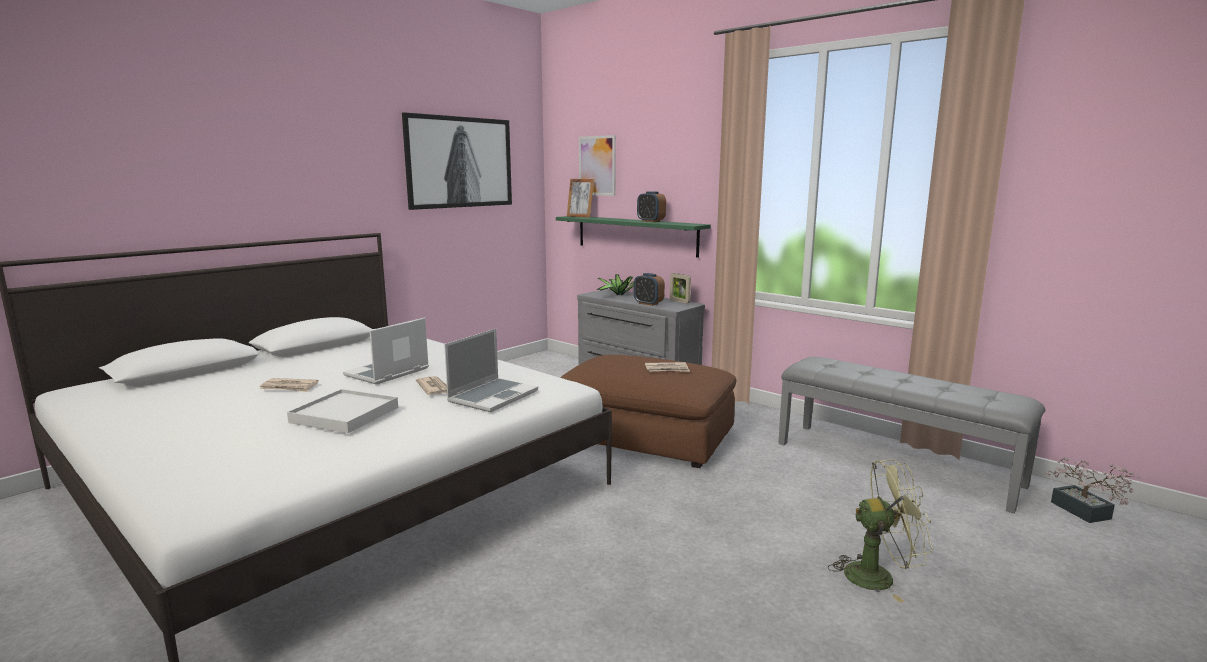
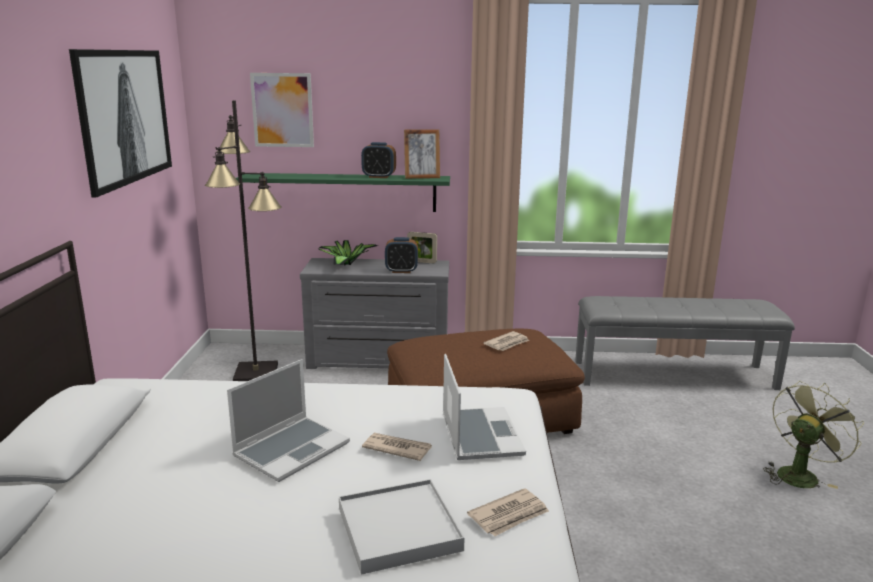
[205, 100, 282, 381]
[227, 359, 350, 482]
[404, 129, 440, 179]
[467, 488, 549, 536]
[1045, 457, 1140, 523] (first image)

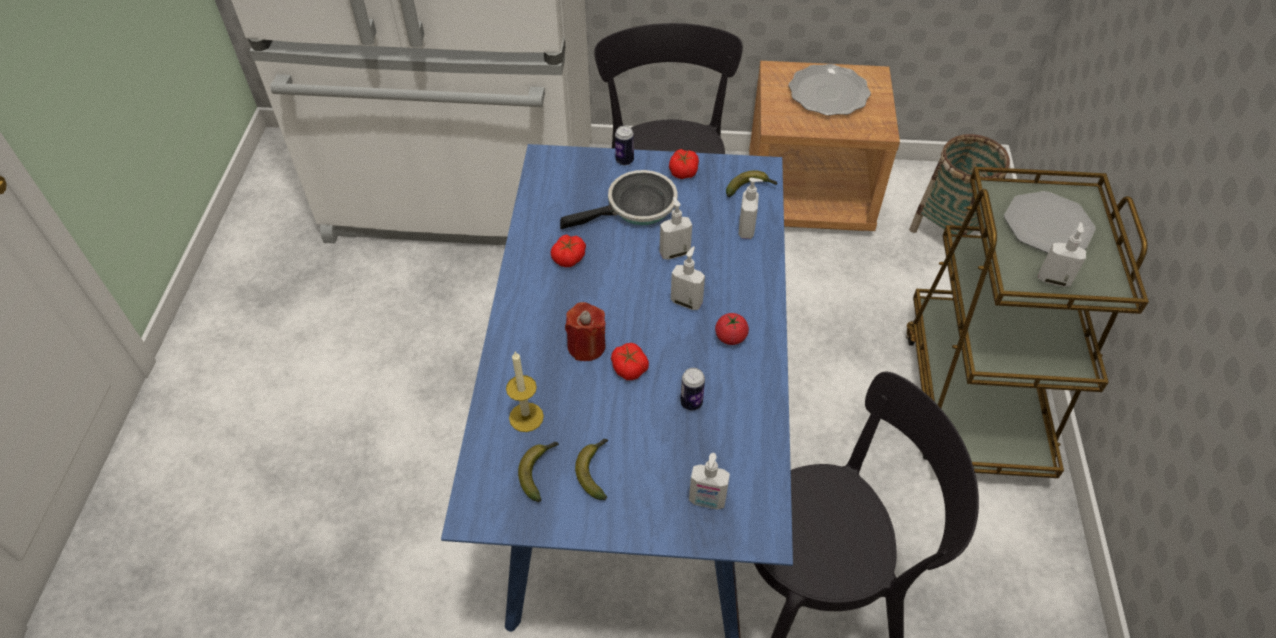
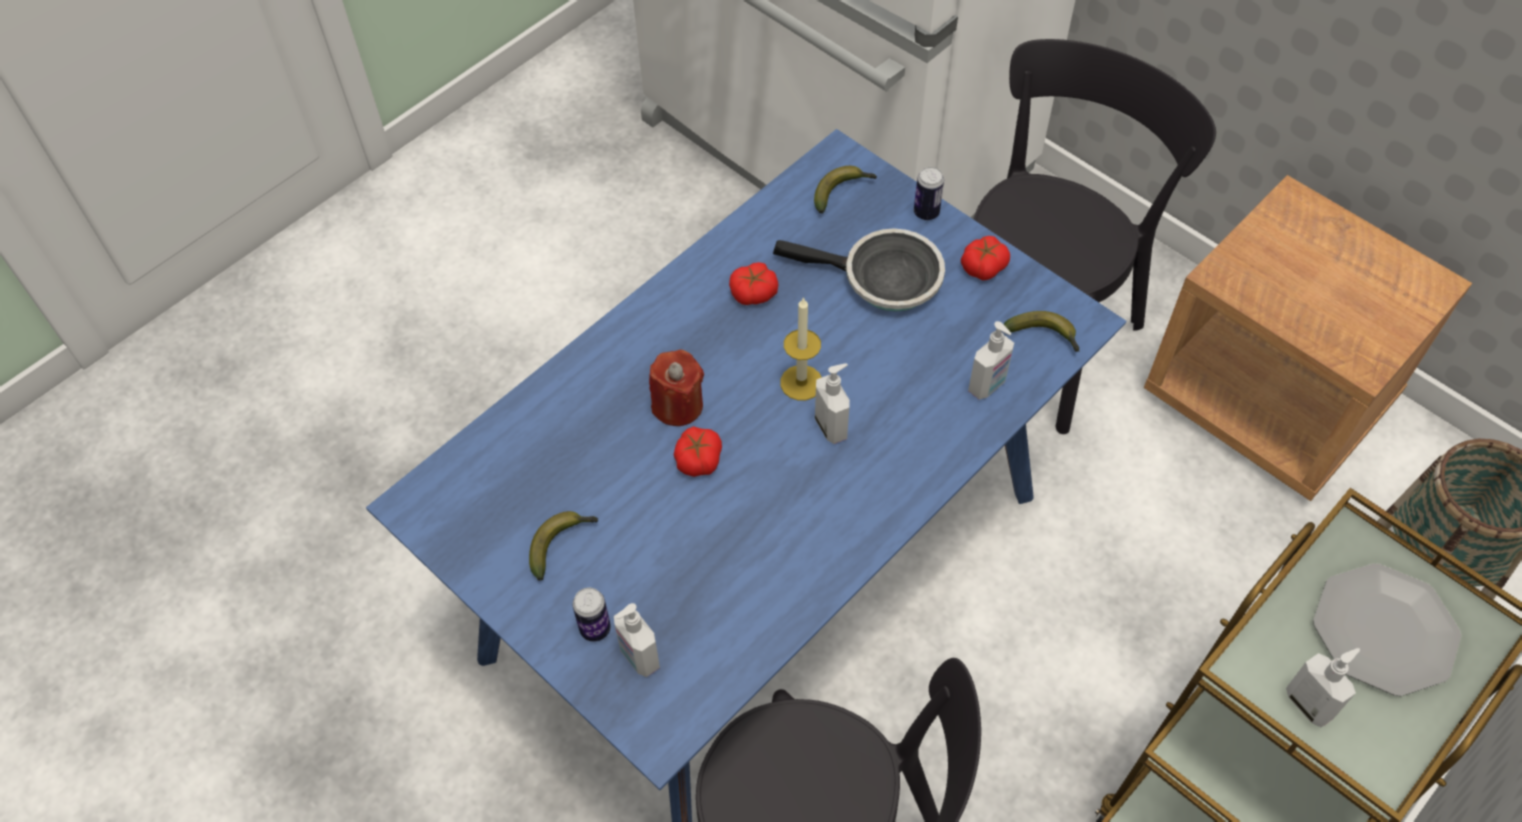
[573, 588, 611, 642]
[780, 297, 822, 400]
[814, 166, 877, 214]
[660, 197, 692, 260] (first image)
[715, 313, 749, 345] (first image)
[789, 64, 871, 116] (first image)

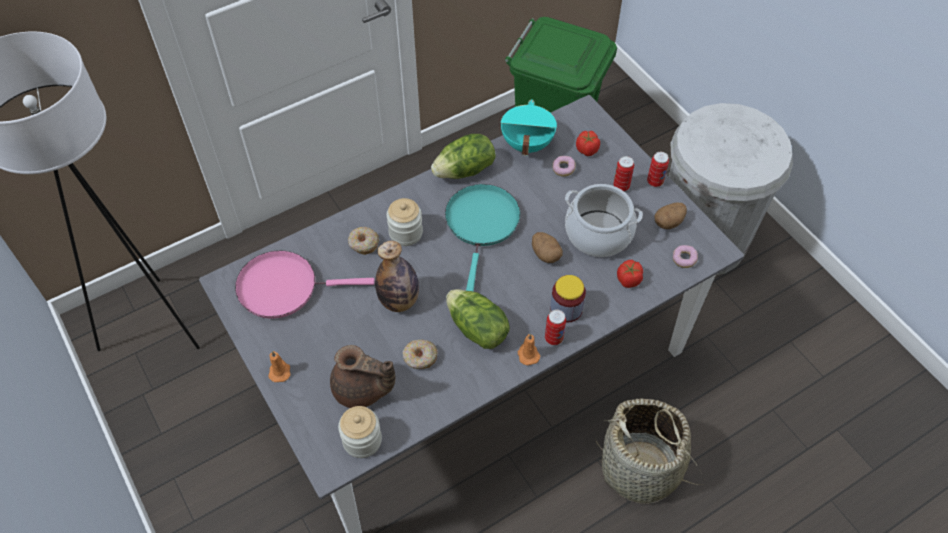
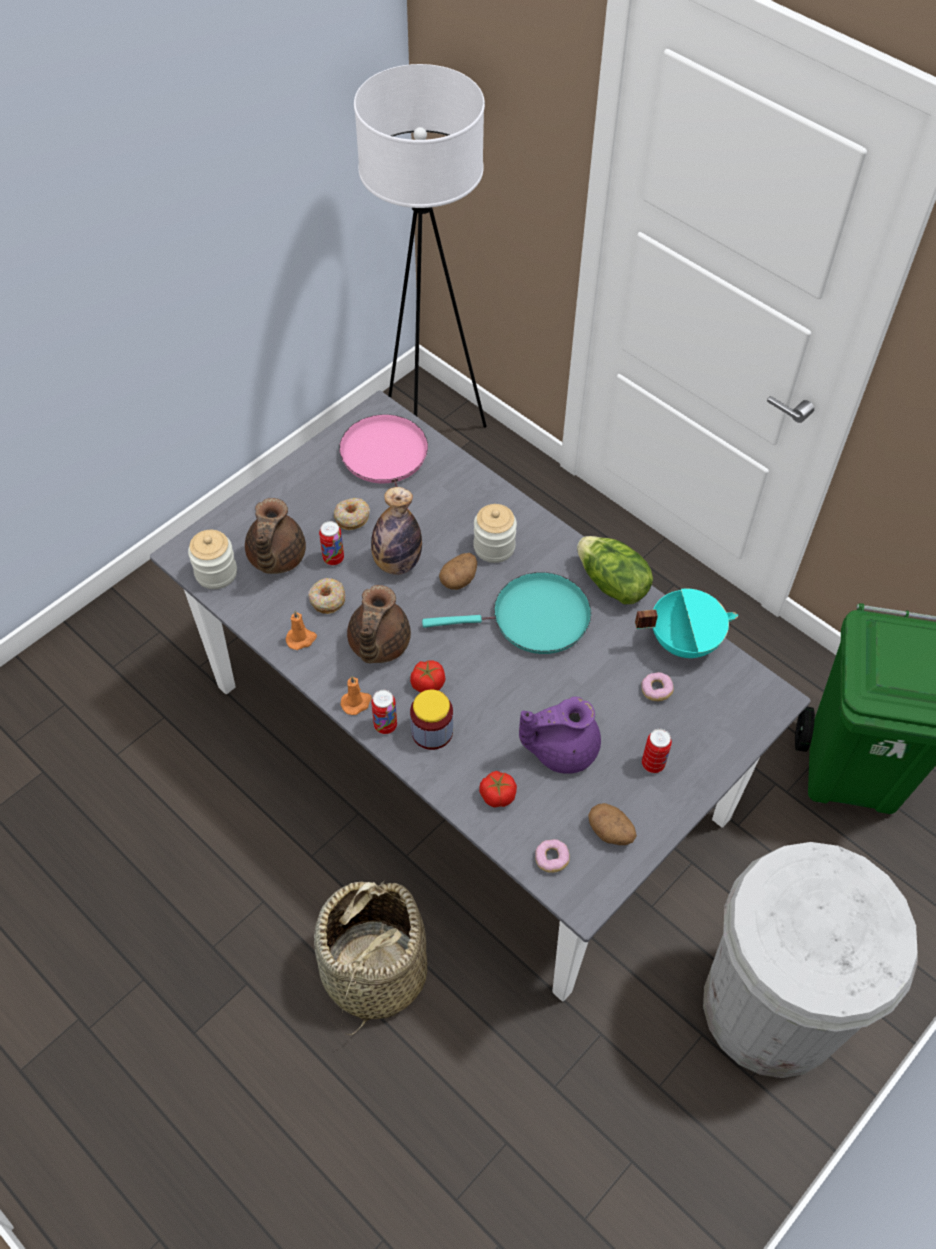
[286, 610, 317, 650]
[319, 521, 344, 566]
[334, 498, 370, 530]
[347, 585, 411, 663]
[410, 660, 446, 693]
[439, 553, 477, 590]
[519, 697, 601, 774]

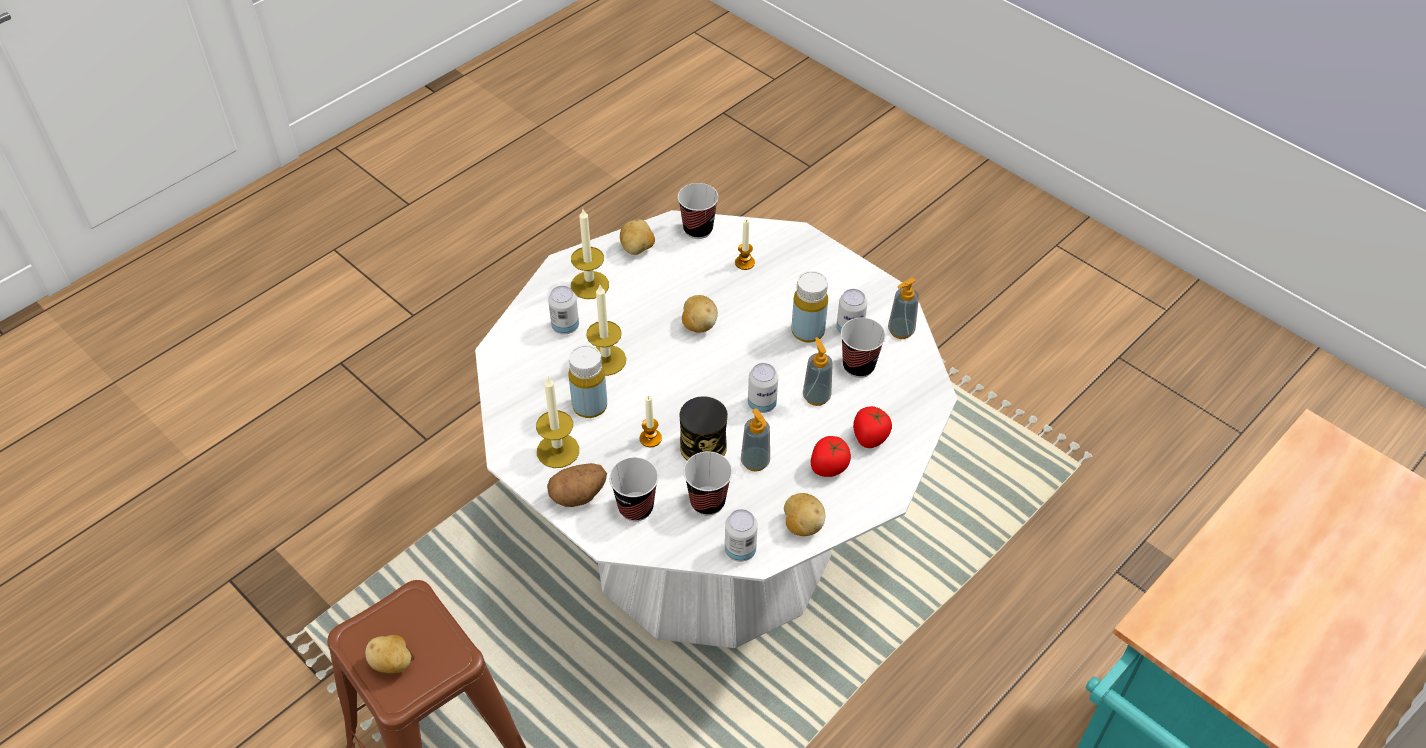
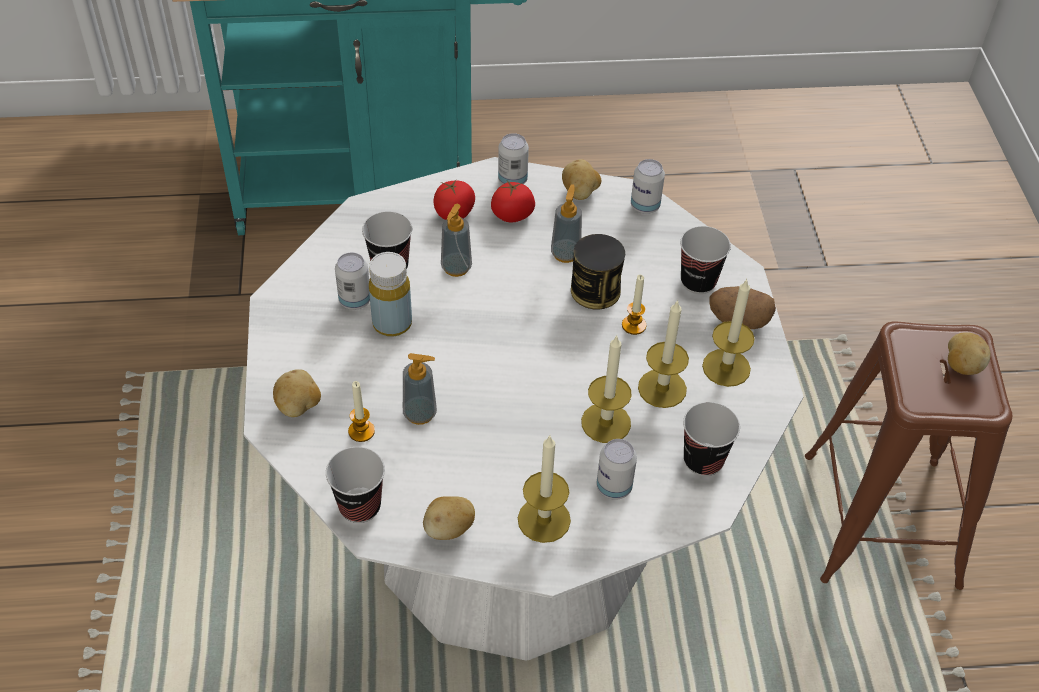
[273, 369, 321, 417]
[403, 353, 437, 425]
[498, 133, 529, 184]
[638, 300, 689, 408]
[683, 402, 740, 476]

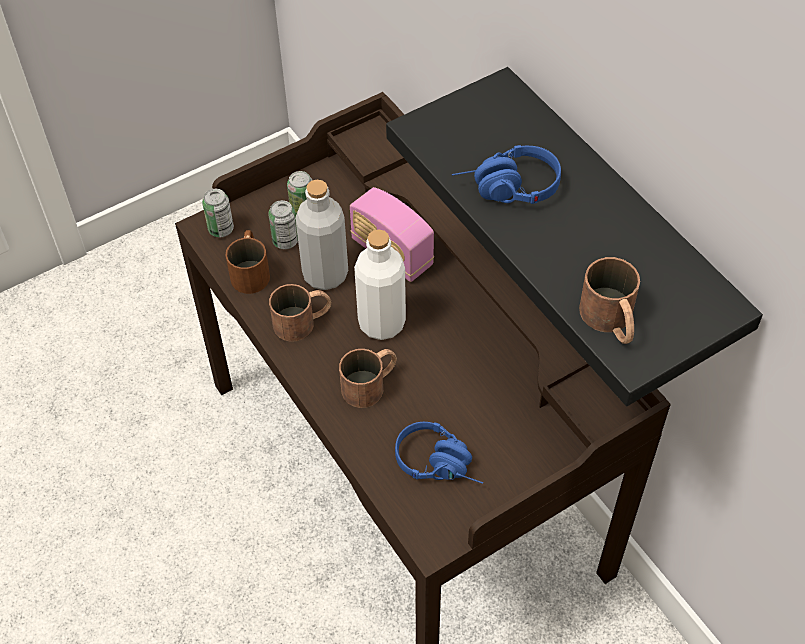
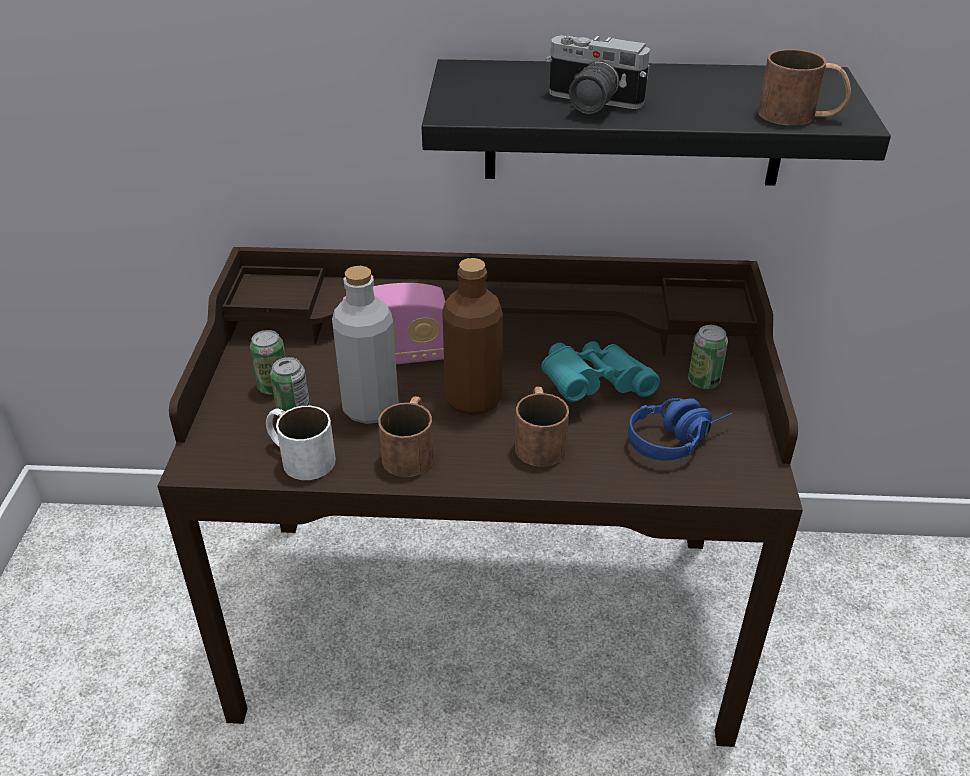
[266, 406, 336, 480]
[442, 258, 503, 415]
[541, 341, 660, 402]
[546, 36, 650, 114]
[688, 325, 728, 389]

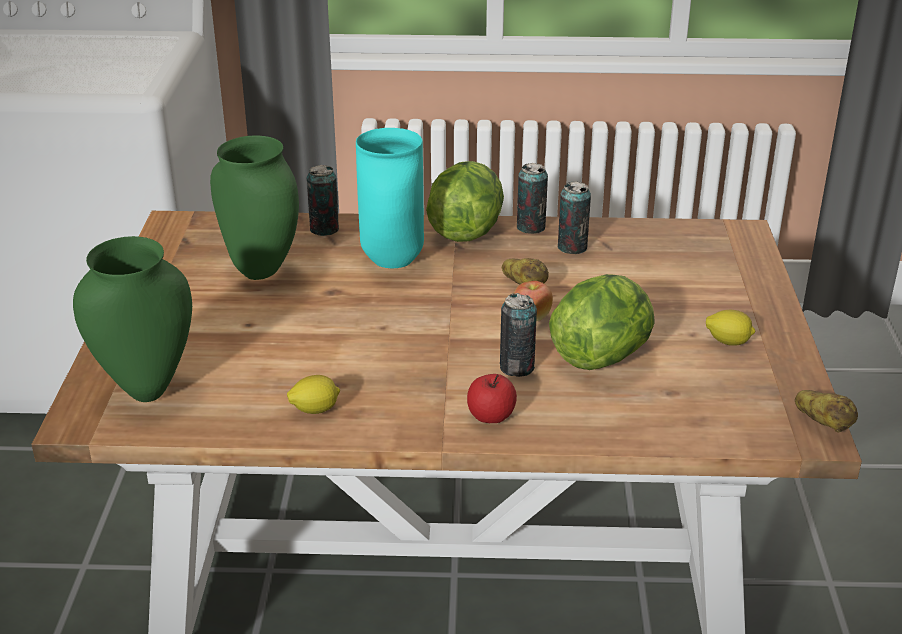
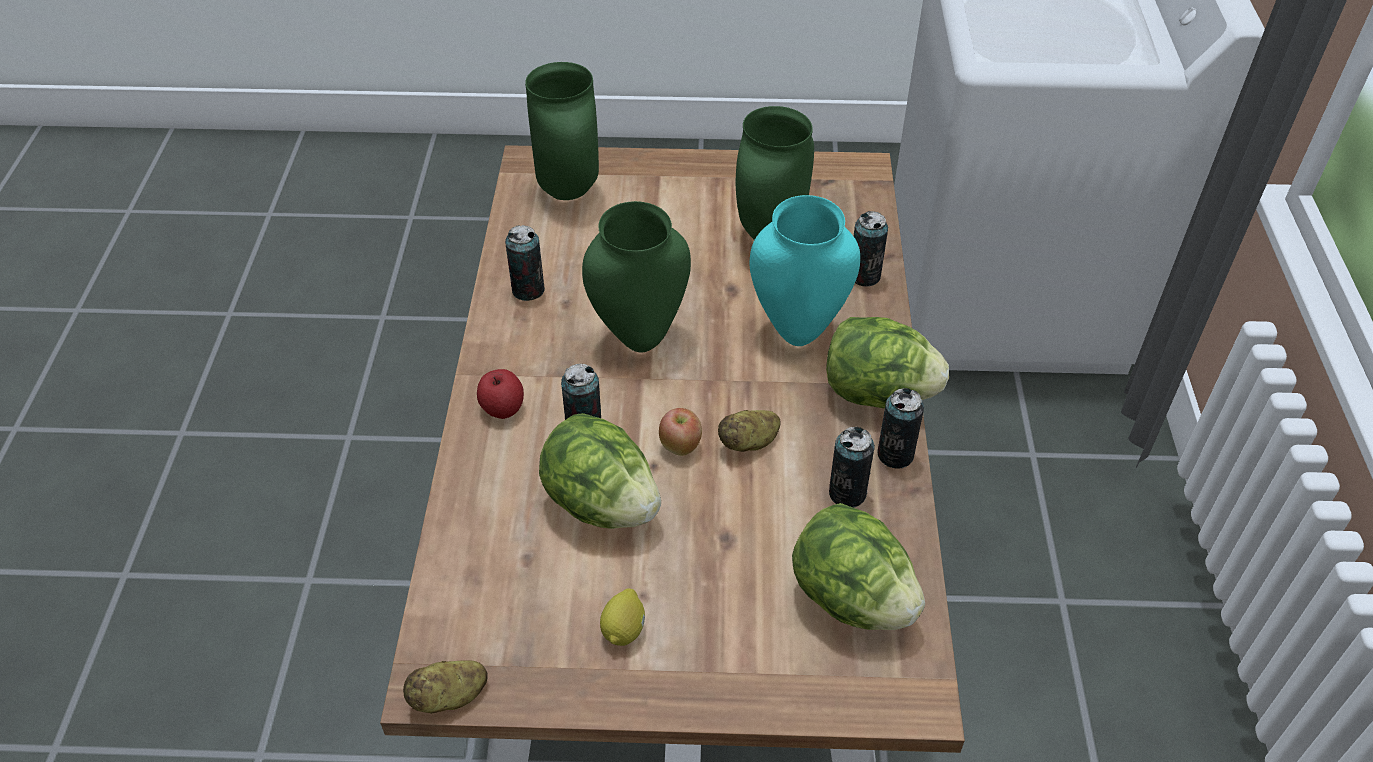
[505, 225, 545, 301]
[582, 201, 691, 353]
[792, 503, 925, 630]

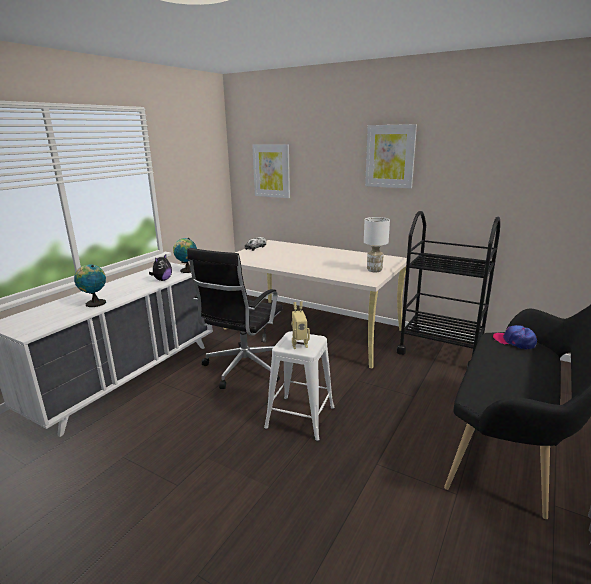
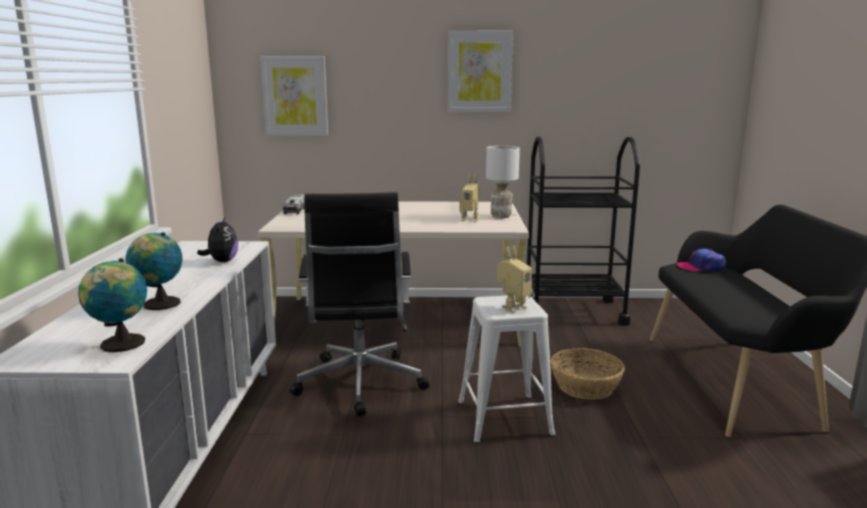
[78, 258, 147, 352]
[459, 173, 480, 222]
[551, 348, 625, 400]

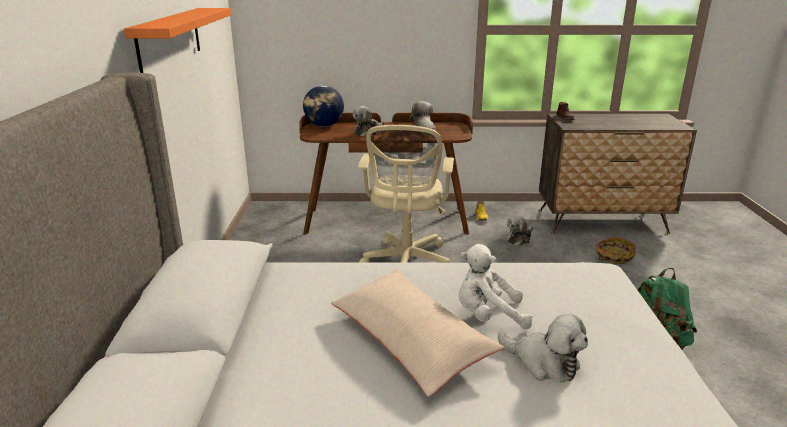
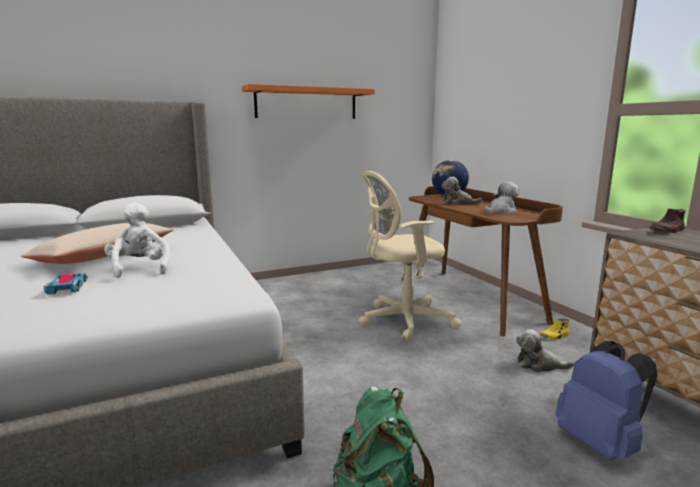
[44, 273, 88, 295]
[556, 341, 658, 460]

